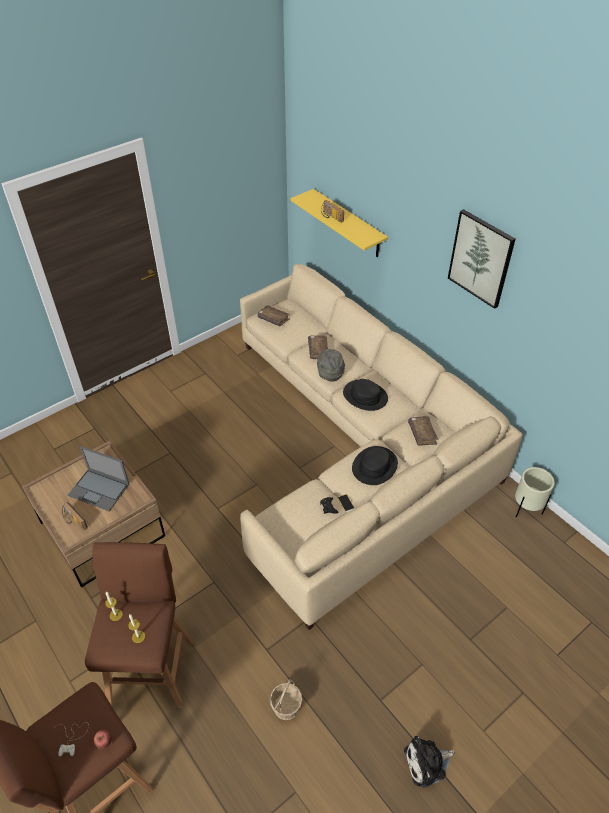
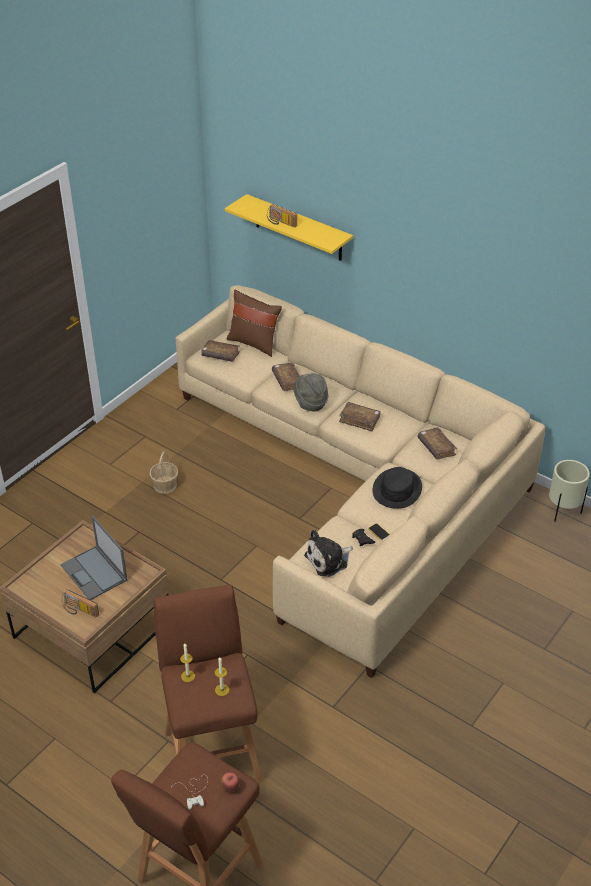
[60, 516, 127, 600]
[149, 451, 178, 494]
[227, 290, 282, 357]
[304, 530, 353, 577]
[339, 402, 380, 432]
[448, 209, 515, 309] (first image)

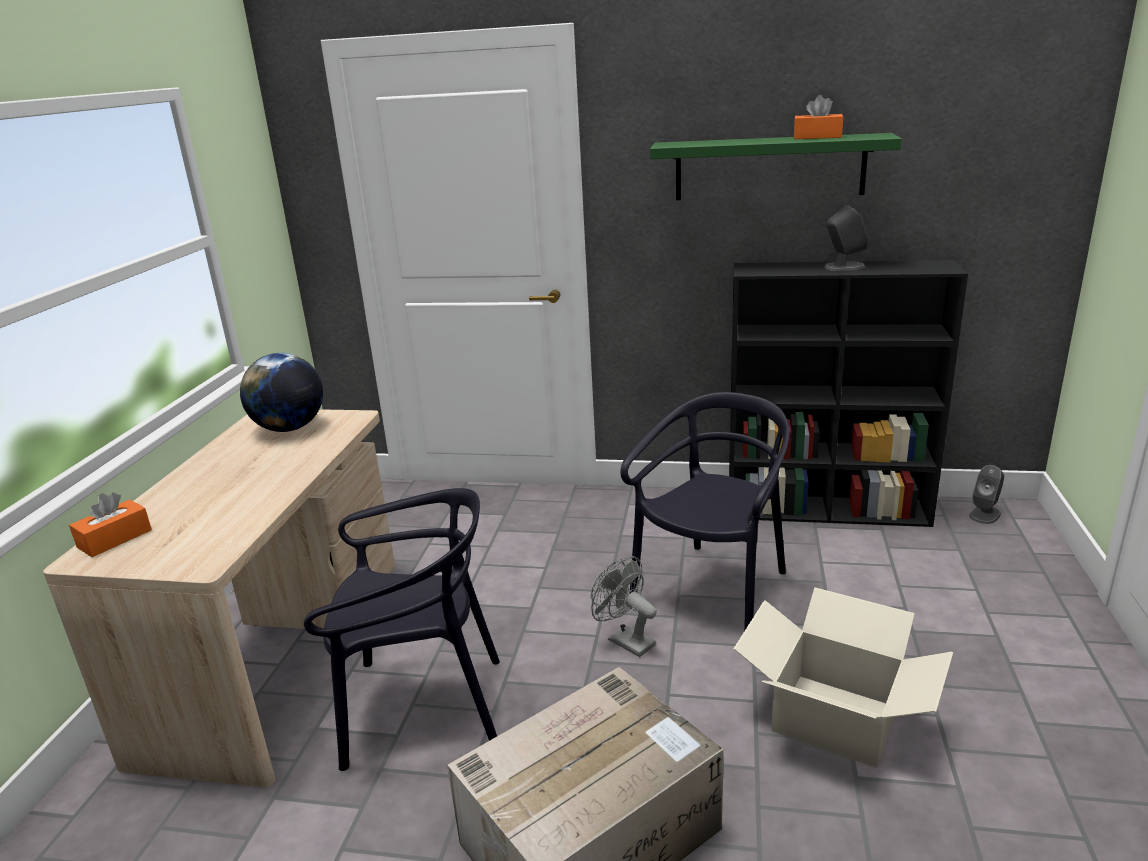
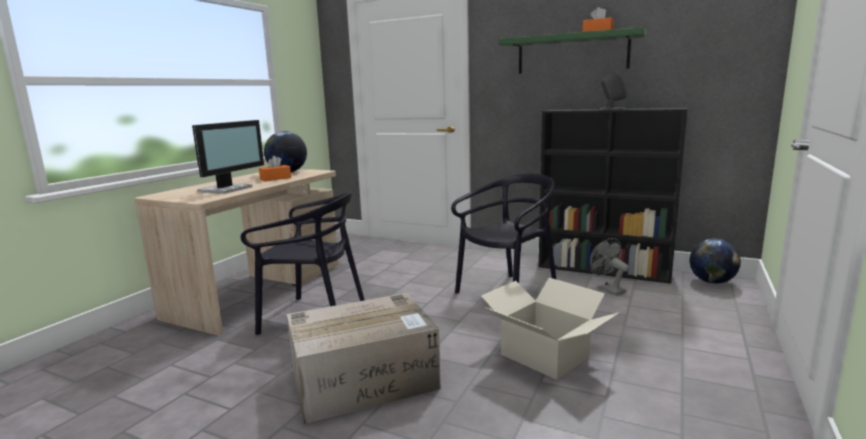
[192, 120, 264, 194]
[259, 156, 291, 181]
[590, 238, 629, 296]
[689, 239, 741, 284]

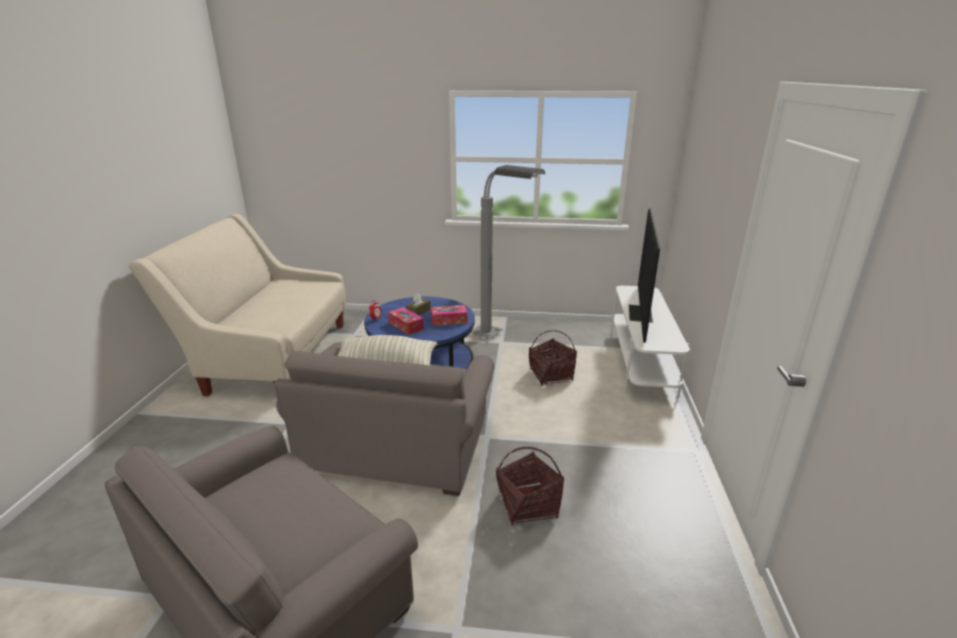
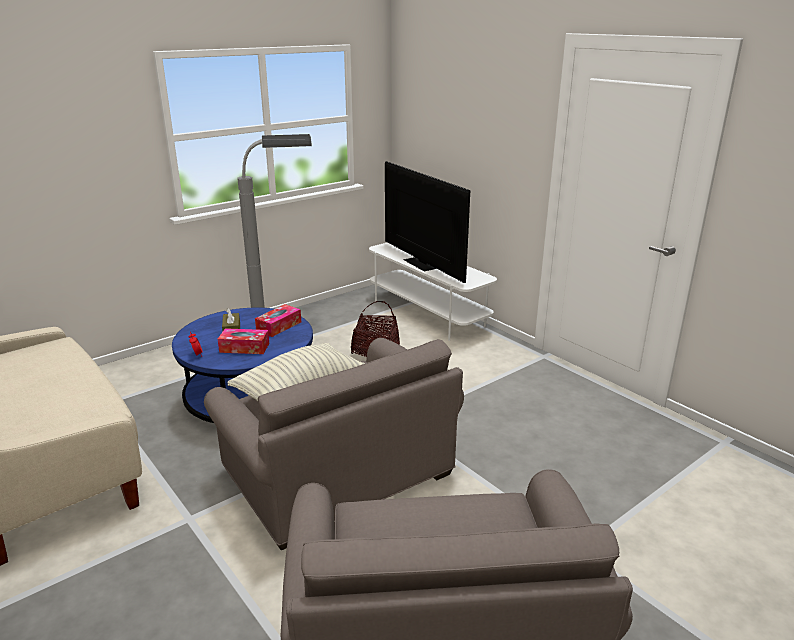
[496, 447, 564, 525] (first image)

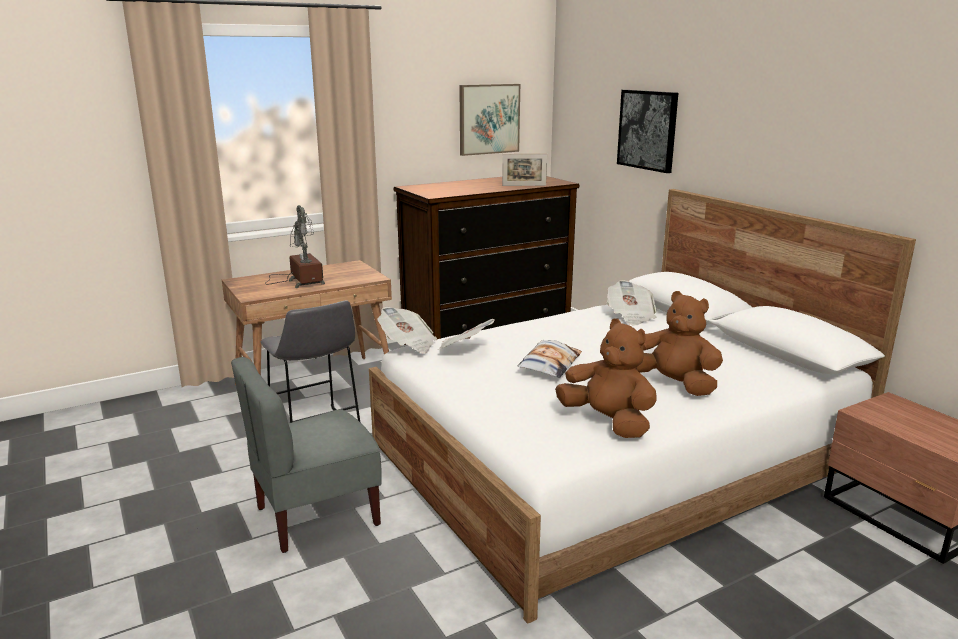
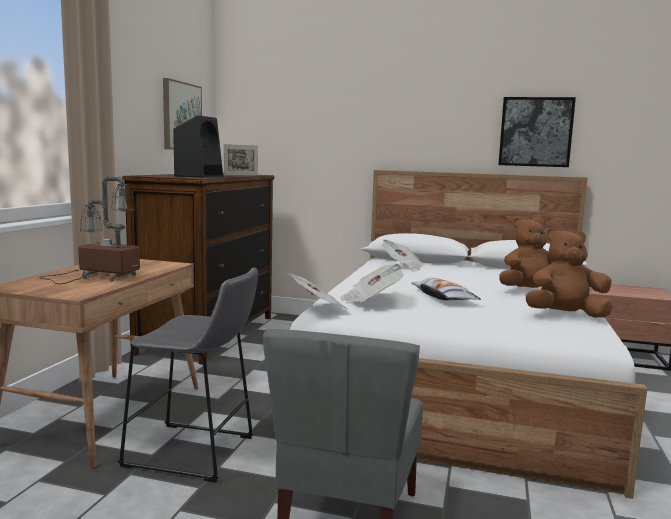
[173, 115, 223, 178]
[498, 97, 576, 167]

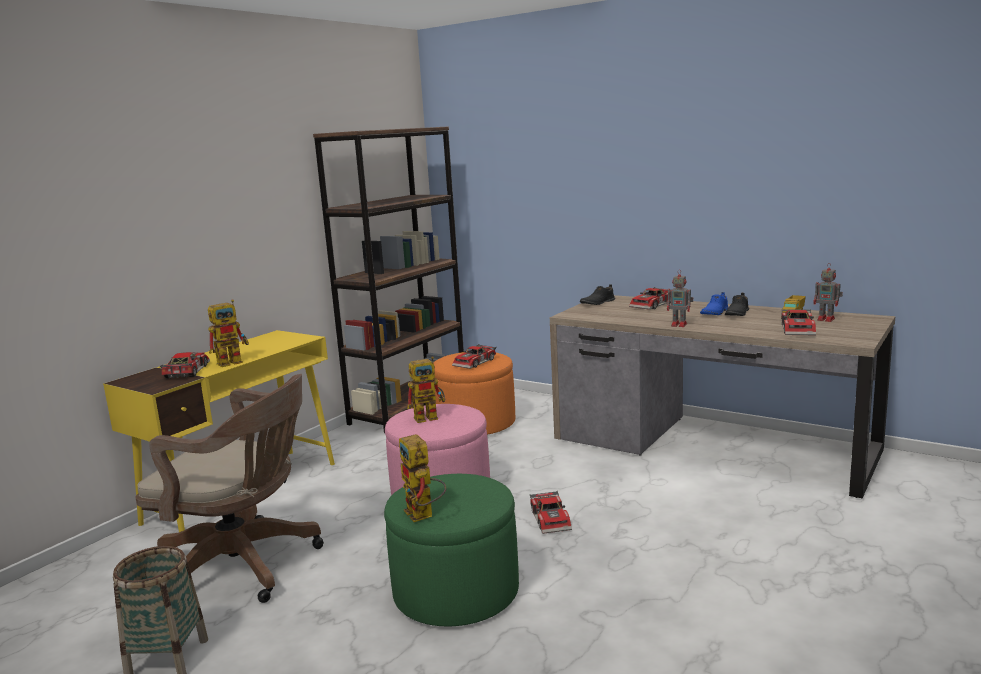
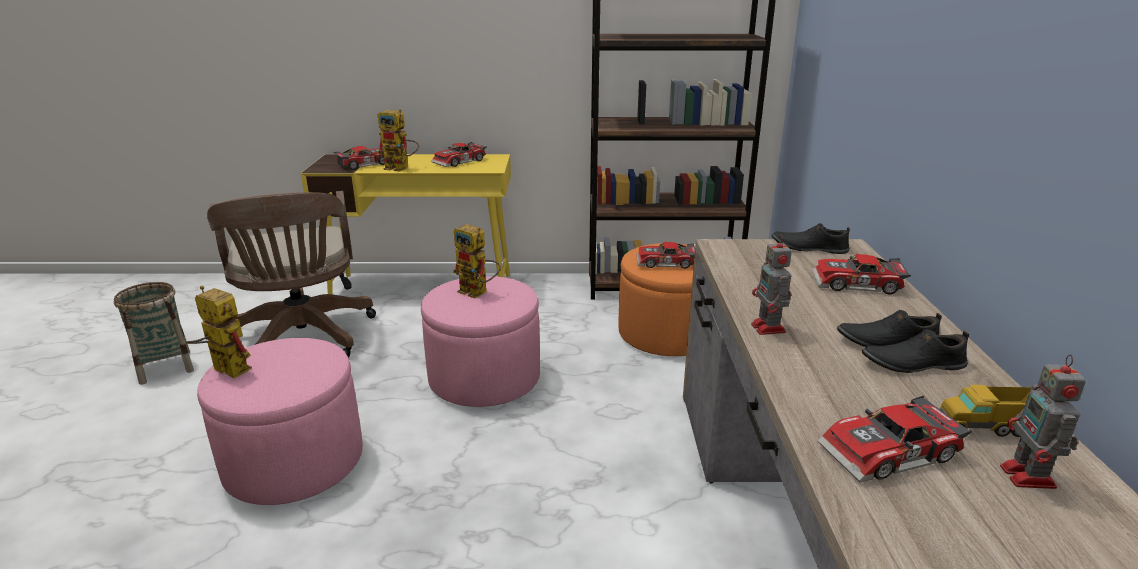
[186, 286, 252, 378]
[197, 338, 363, 505]
[431, 142, 487, 167]
[837, 310, 942, 347]

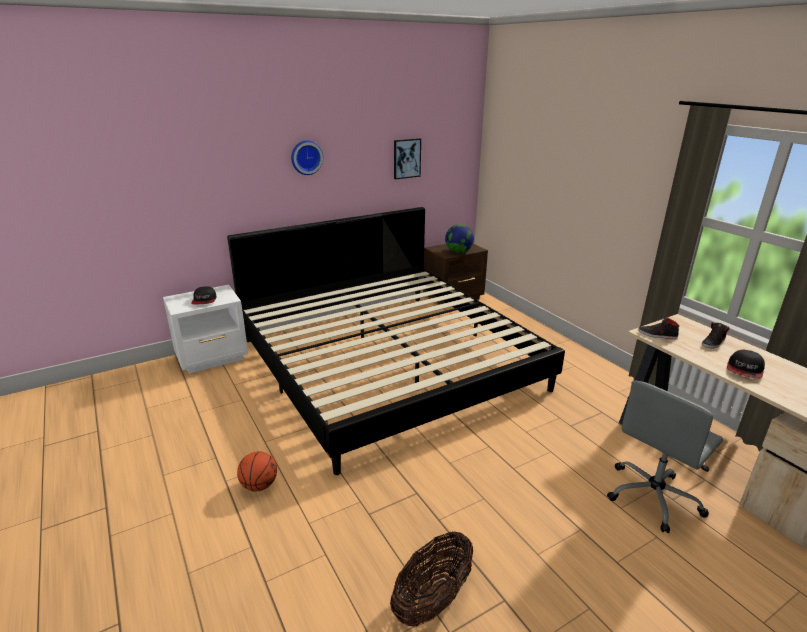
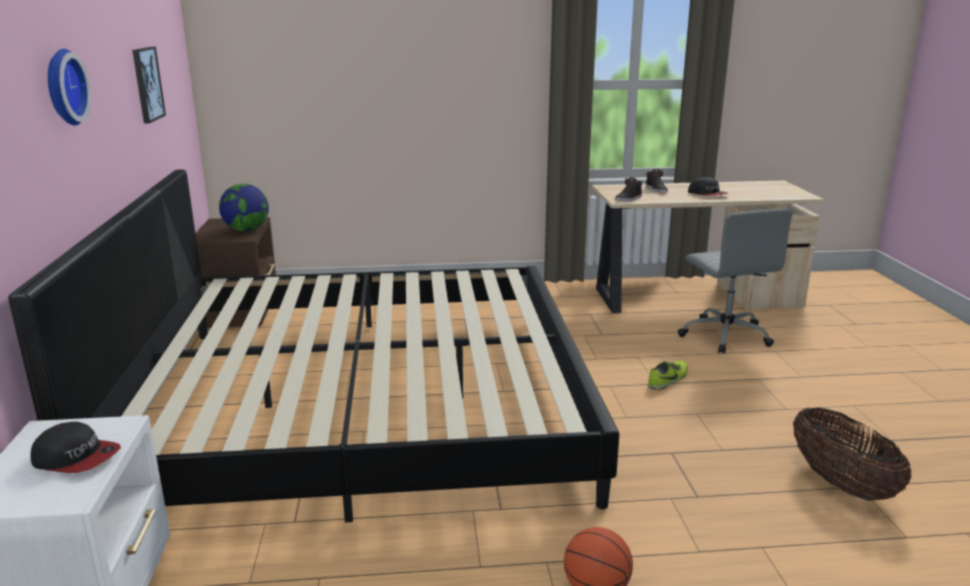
[648, 361, 688, 390]

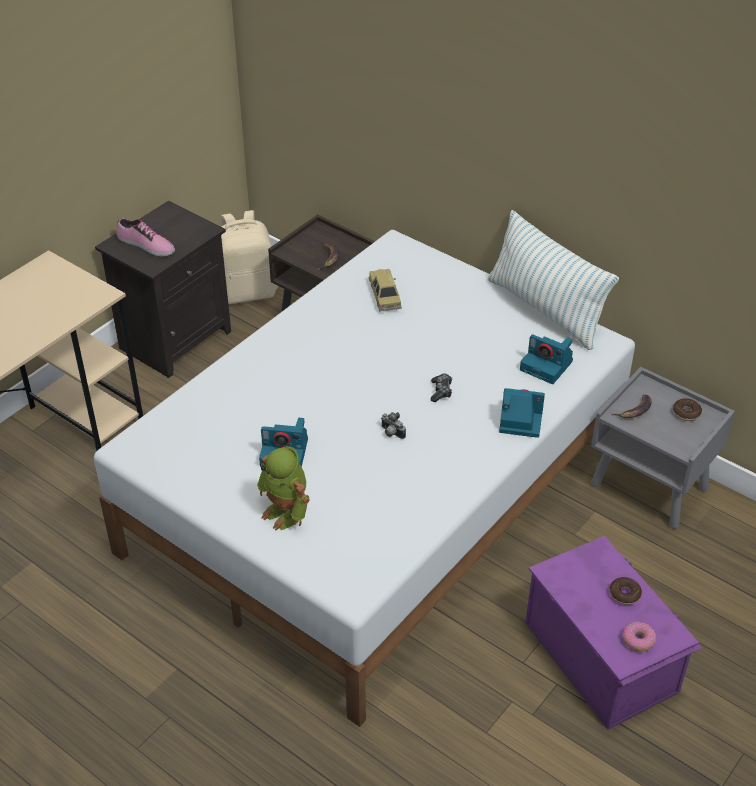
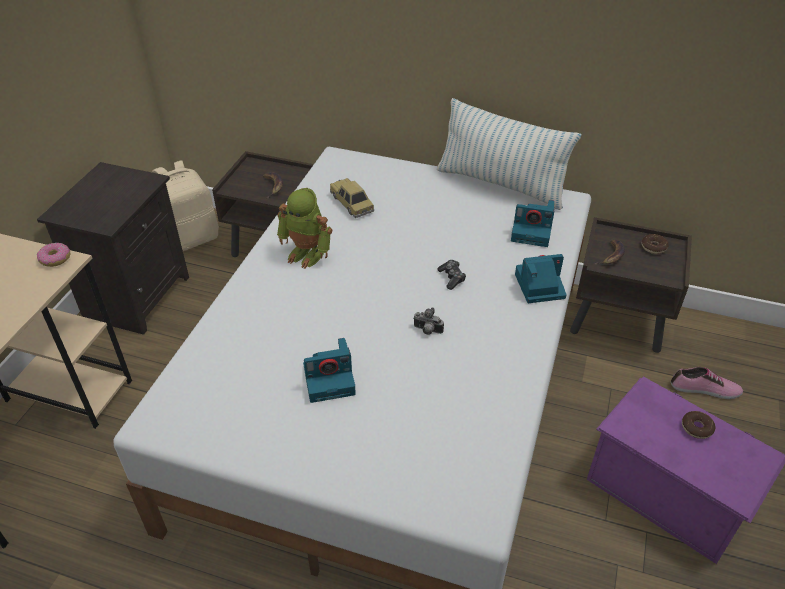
[37, 243, 70, 267]
[277, 188, 332, 269]
[570, 217, 692, 353]
[671, 367, 743, 399]

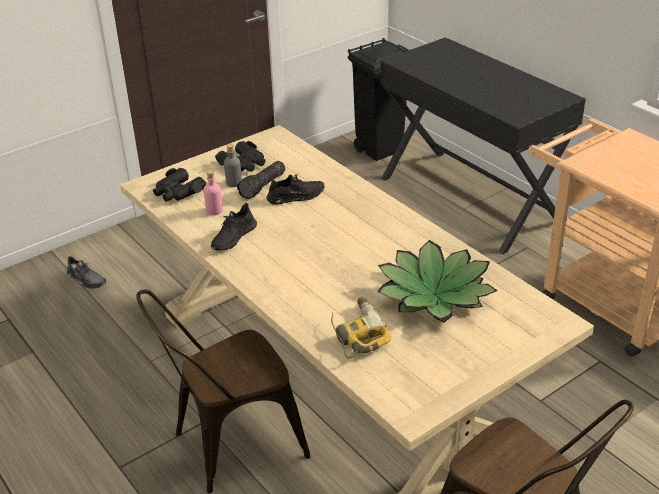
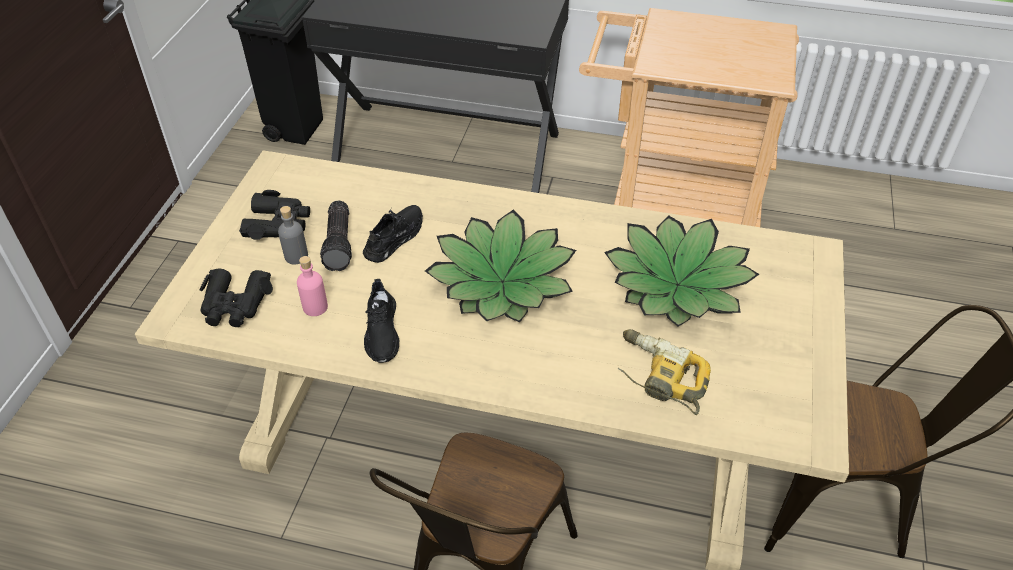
[425, 210, 576, 322]
[67, 256, 106, 289] (first image)

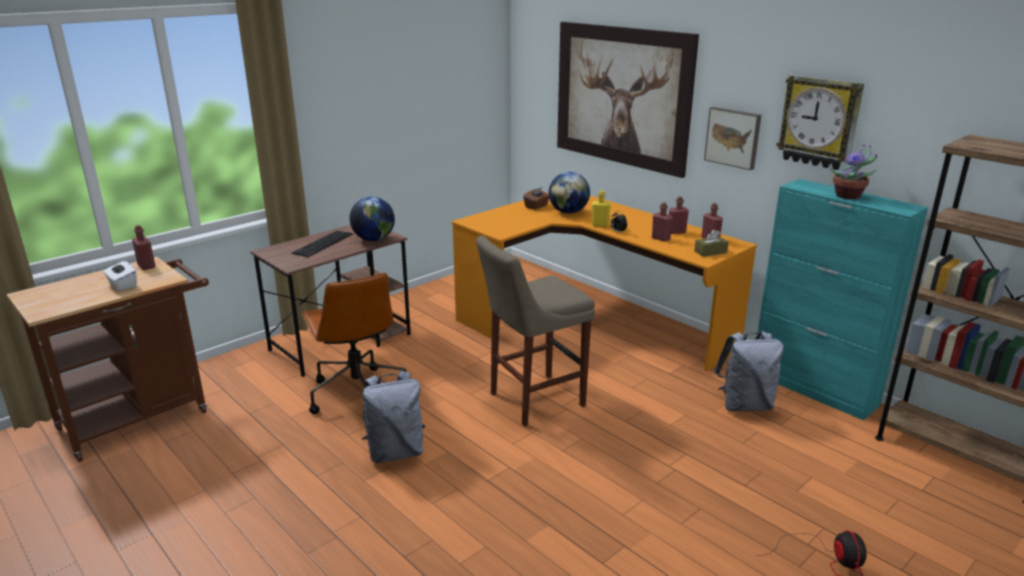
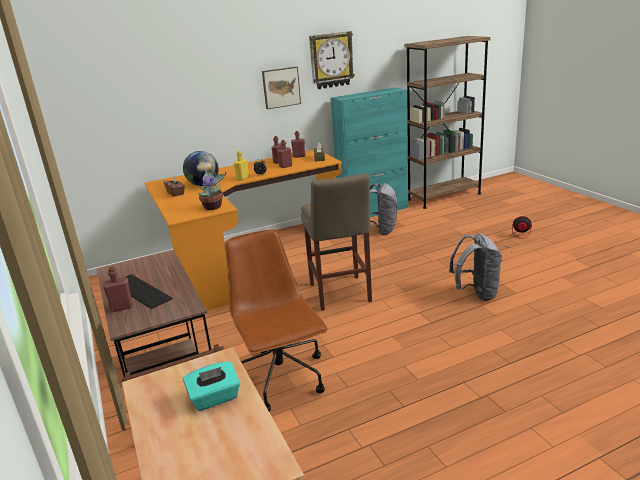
[103, 267, 133, 312]
[183, 361, 240, 411]
[198, 169, 226, 210]
[225, 229, 328, 412]
[449, 233, 502, 301]
[350, 196, 395, 241] (first image)
[557, 22, 699, 178] (first image)

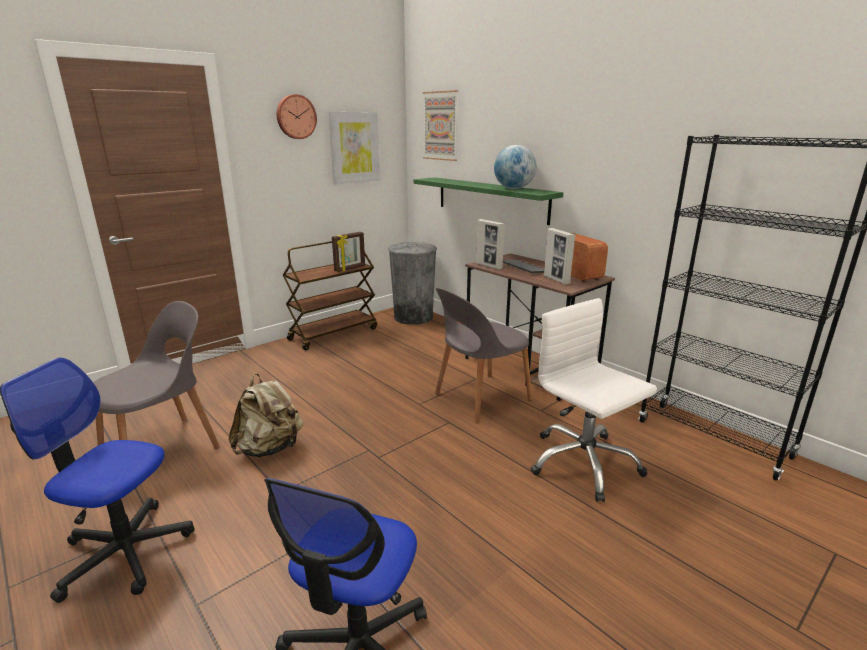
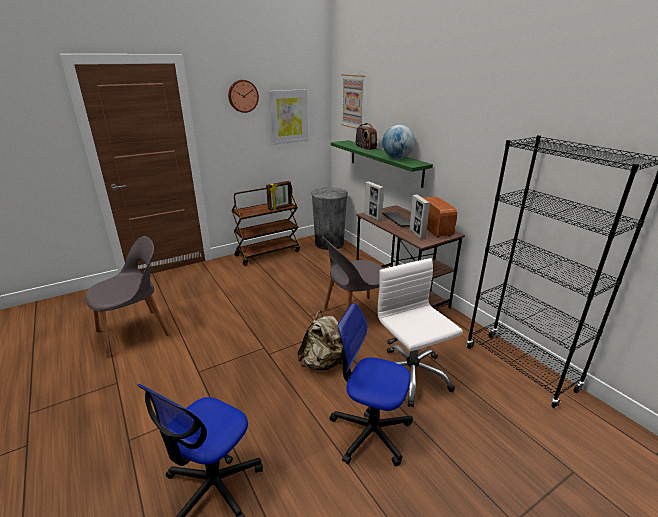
[297, 311, 343, 371]
[330, 303, 413, 466]
[356, 123, 377, 150]

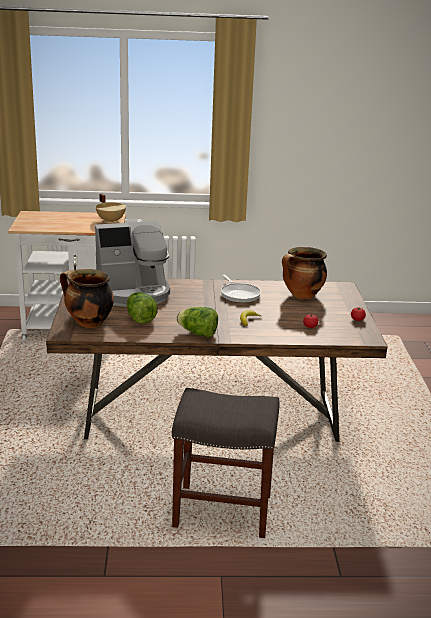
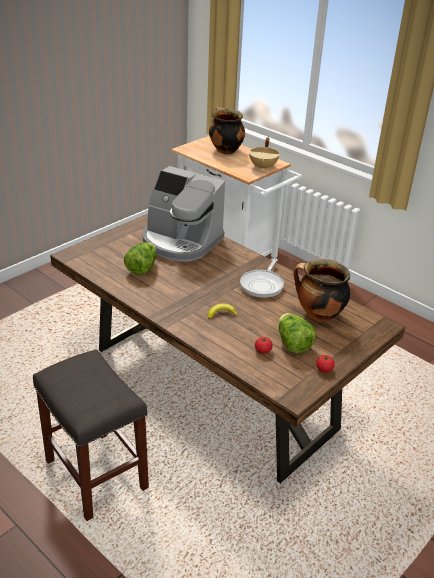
[209, 108, 245, 155]
[278, 313, 316, 353]

